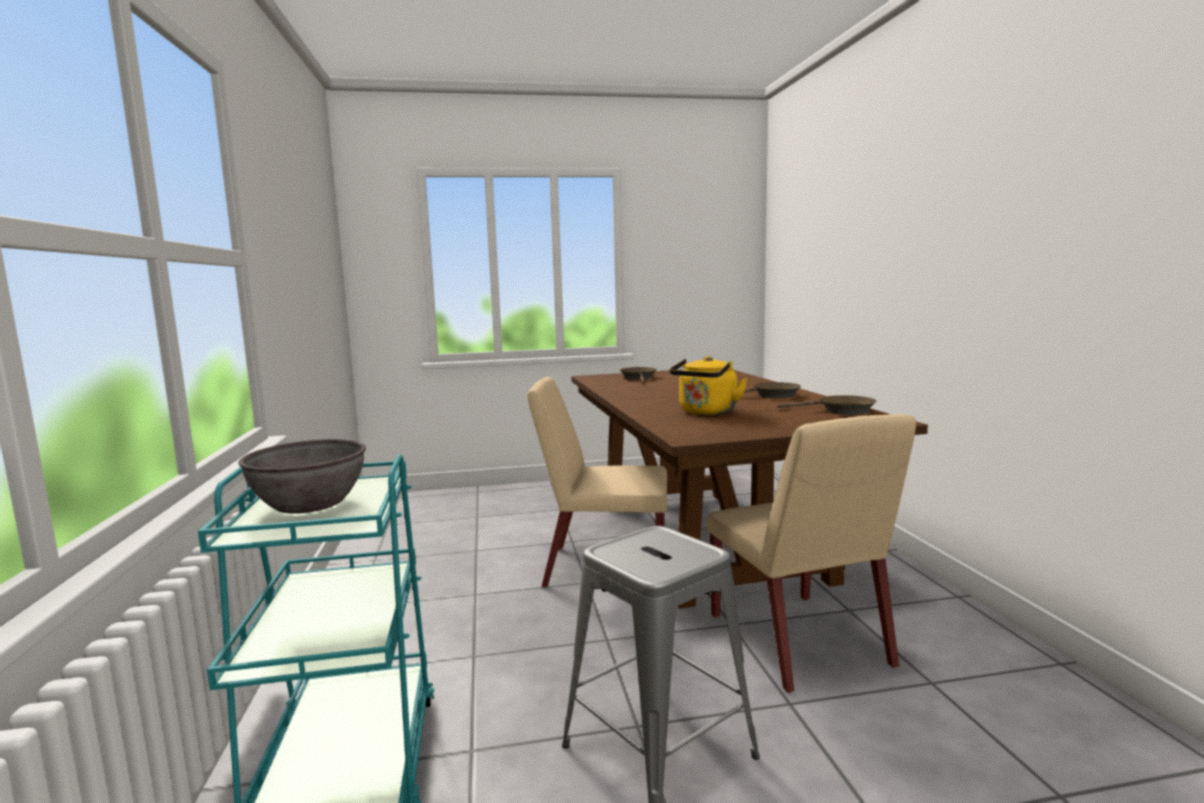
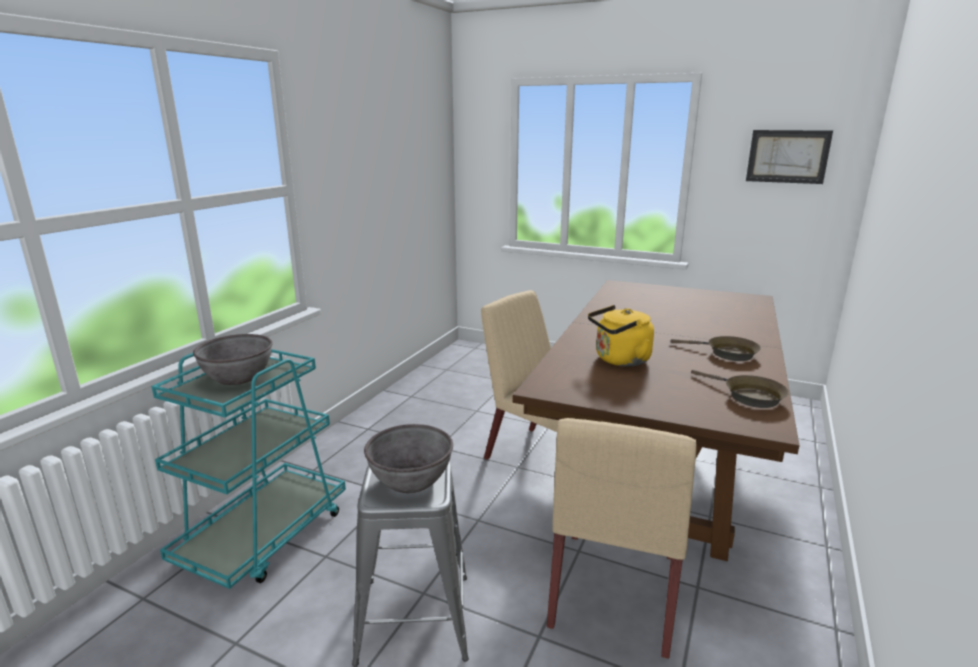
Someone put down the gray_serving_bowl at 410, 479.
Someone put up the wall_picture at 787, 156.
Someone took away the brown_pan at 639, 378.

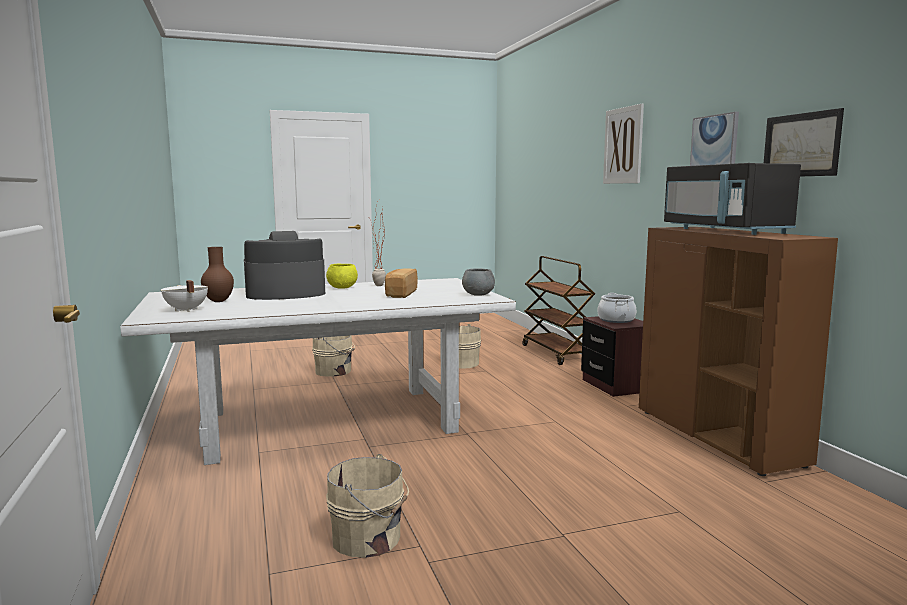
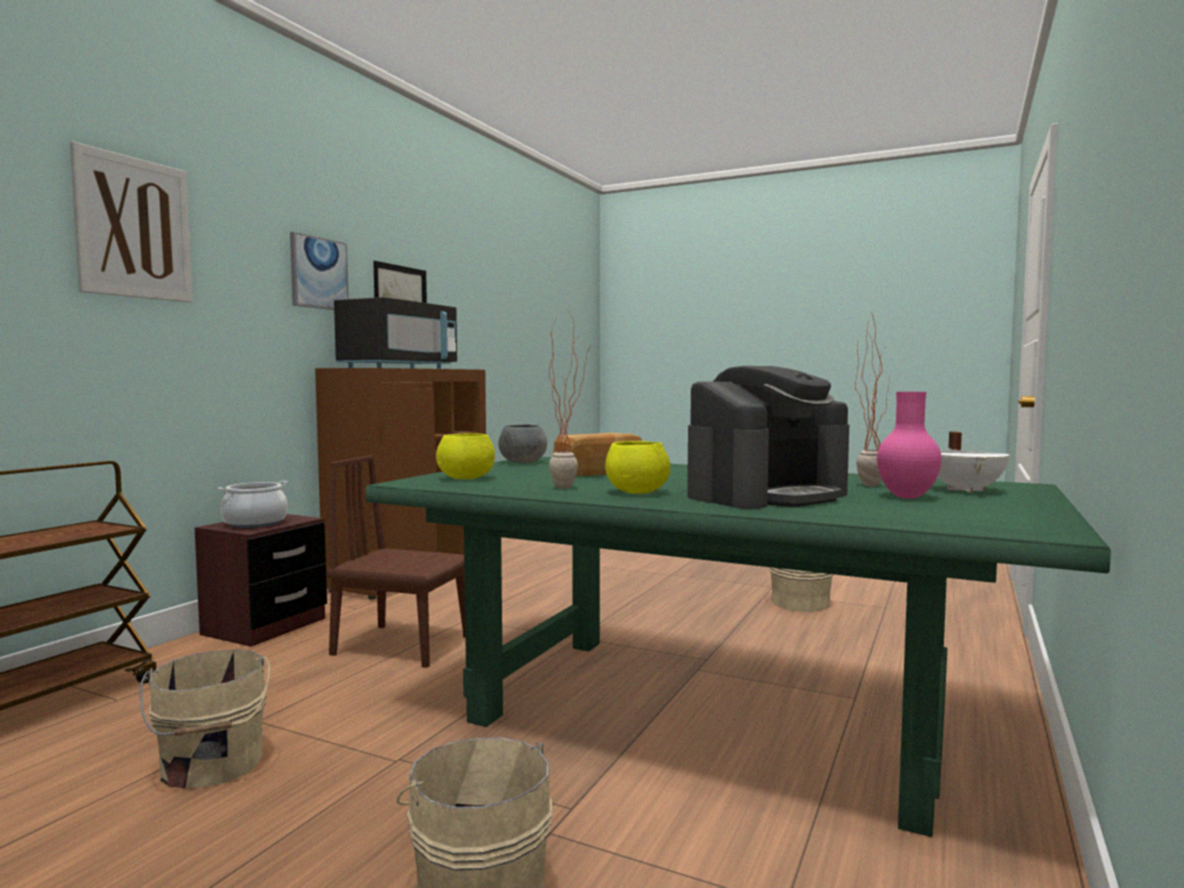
Someone put down the brown_chair at 402, 645.
Someone repainted the white-coloured_kitchen_table at 327, 421, which became the green_kitchen_table at 712, 713.
Someone put down the yellowish_serving_bowl at 466, 478.
Someone rotated the coffee_maker at 285, 294 by 60 degrees counterclockwise.
Someone put down the plant_in_a_pot at 869, 484.
Someone repainted the brown_decorative_vase at 219, 301, which became the pinkish_decorative_vase at 906, 497.

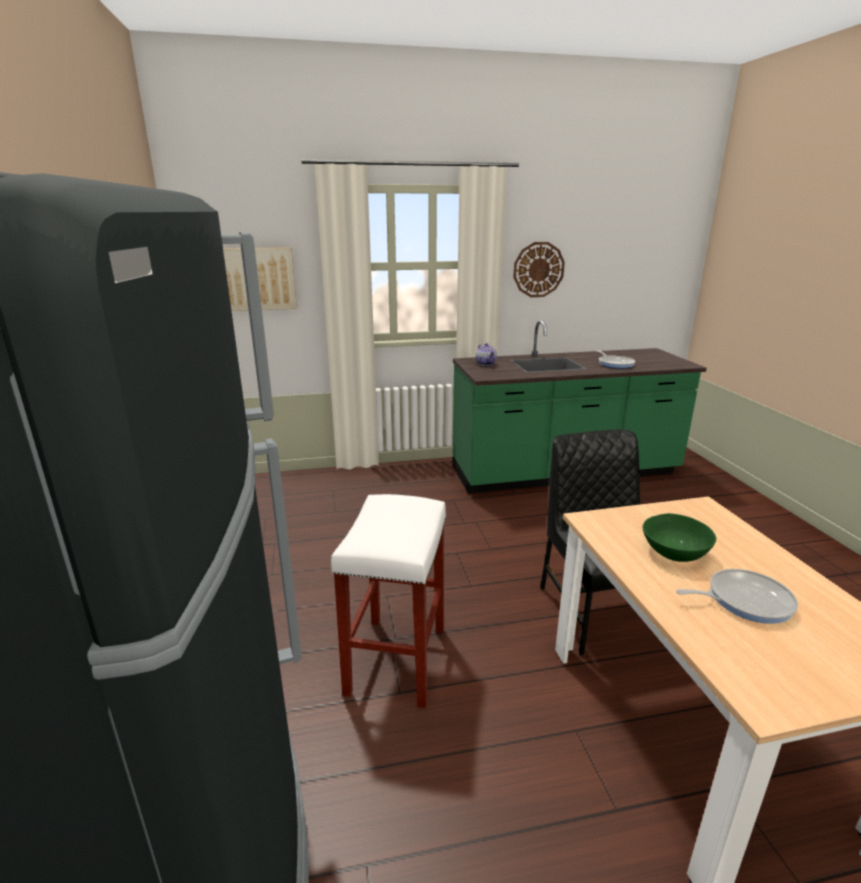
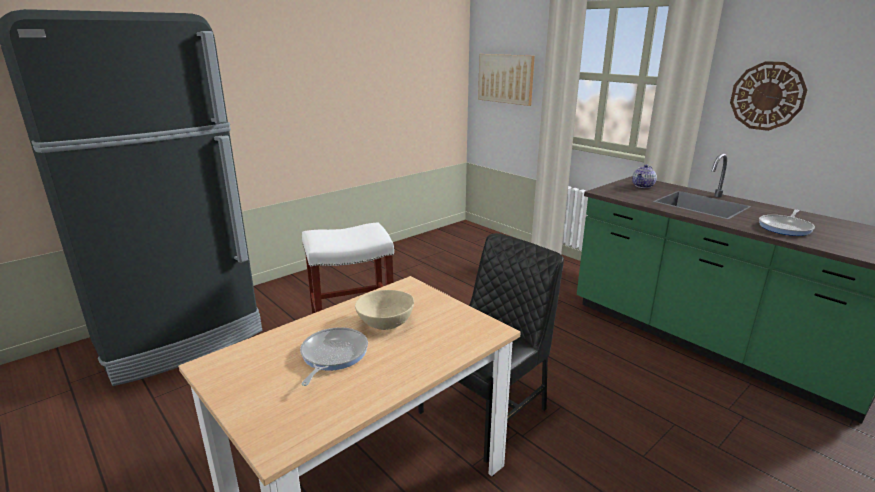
Someone rotated the pan at 744, 600 by 135 degrees counterclockwise.
Someone repainted the green_serving_bowl at 674, 553, which became the beige_serving_bowl at 385, 322.

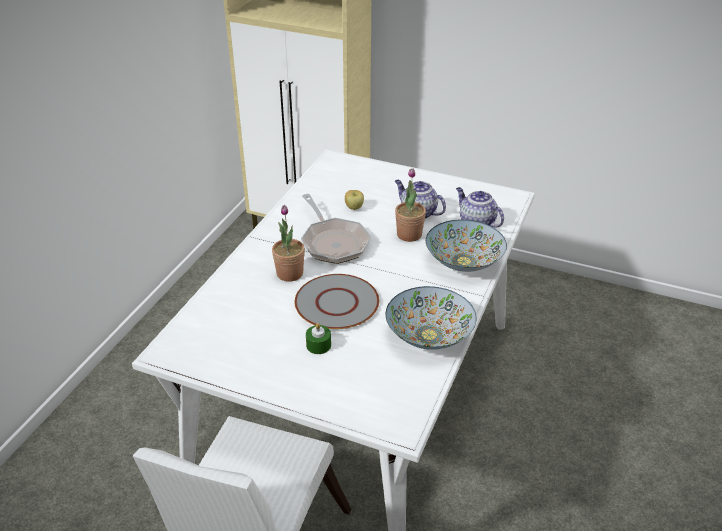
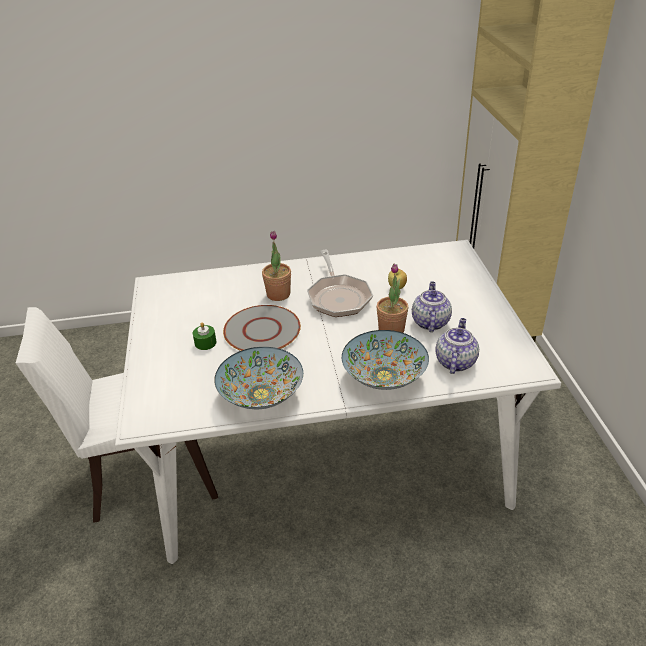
Someone rotated the pan at 333, 242 by 45 degrees counterclockwise.

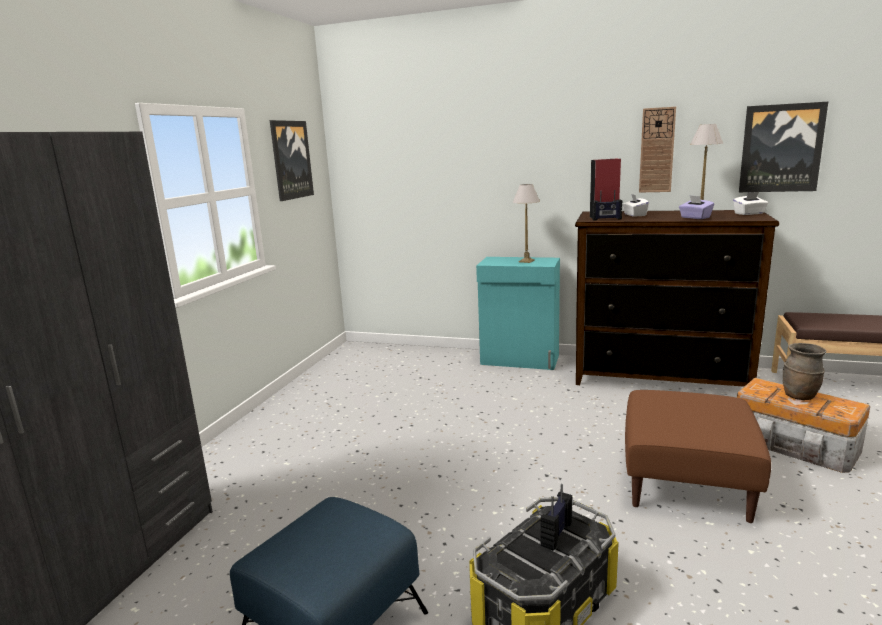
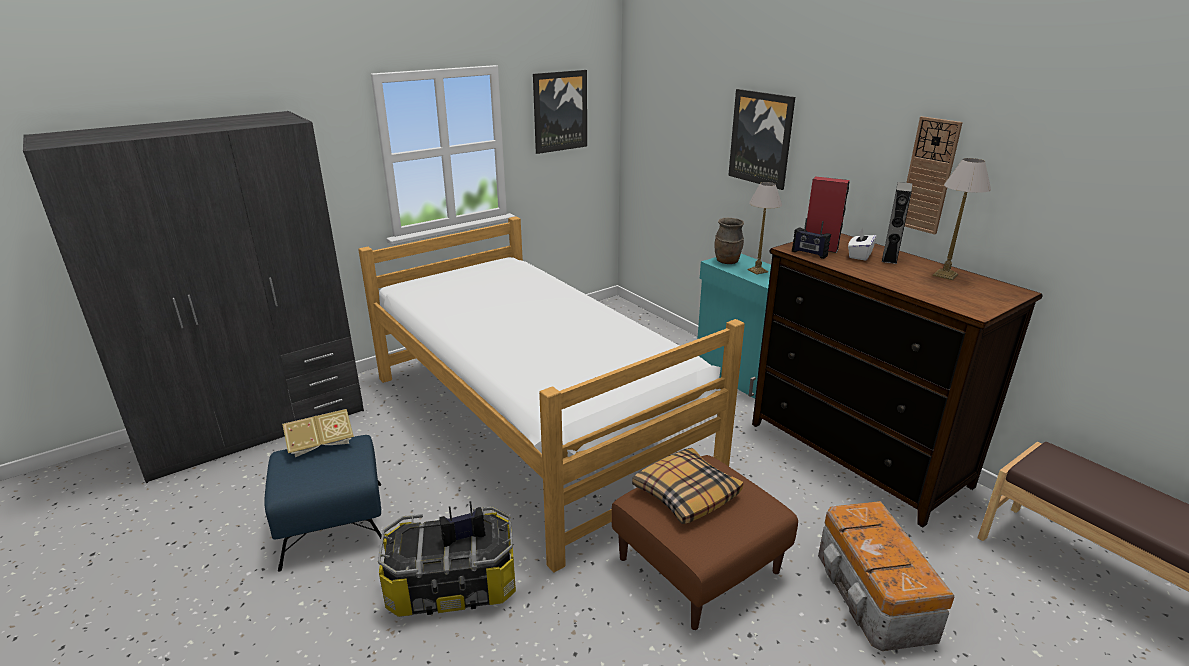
Someone put down the volume at 321, 444.
Someone put down the bed at 534, 423.
Someone put down the throw_pillow at 686, 493.
Someone carried the brown_decorative_vase from 800, 396 to 727, 262.
Someone carried the wall_picture from 781, 148 to 761, 138.
Someone put down the gray_audio_speaker at 889, 257.
Someone took away the purple-coloured_box_of_tissues at 695, 218.
Someone took away the white-coloured_box_of_tissues at 749, 213.

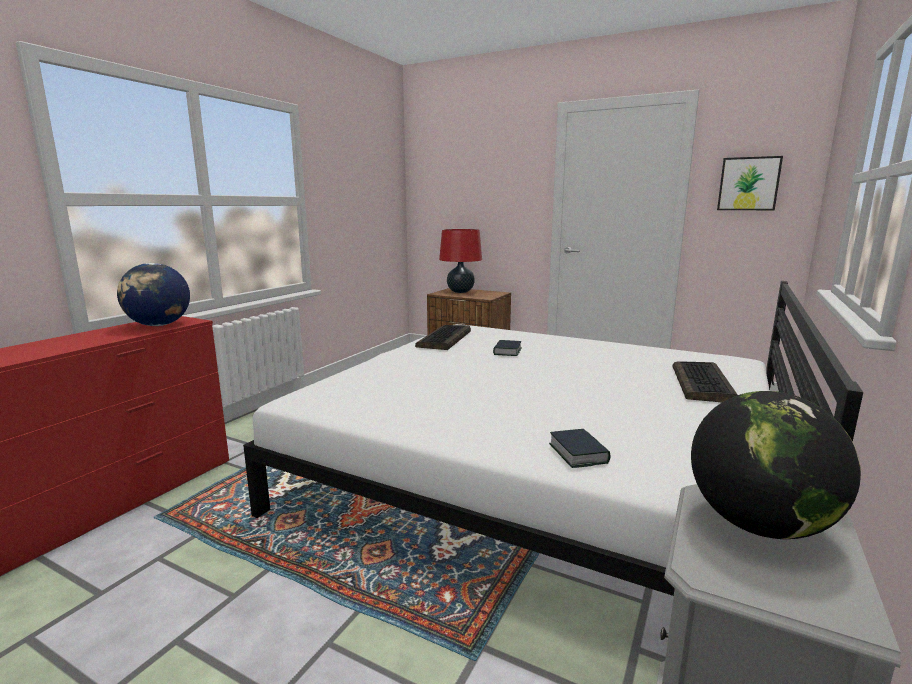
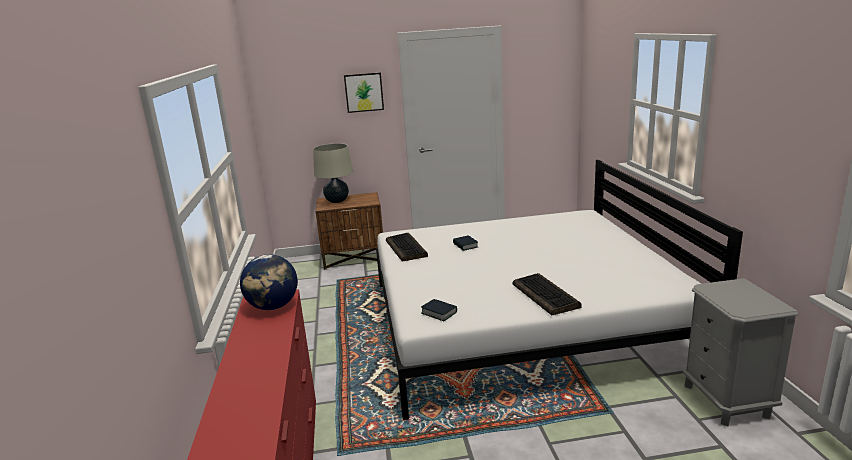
Someone repainted the red-coloured_table_lamp at 460, 291, which became the beige_table_lamp at 337, 201.
Someone carried the wall_picture from 748, 184 to 364, 92.
Someone carried the volume from 578, 453 to 439, 313.
Someone carried the PC_keyboard from 703, 384 to 546, 296.
Someone took away the globe at 758, 525.

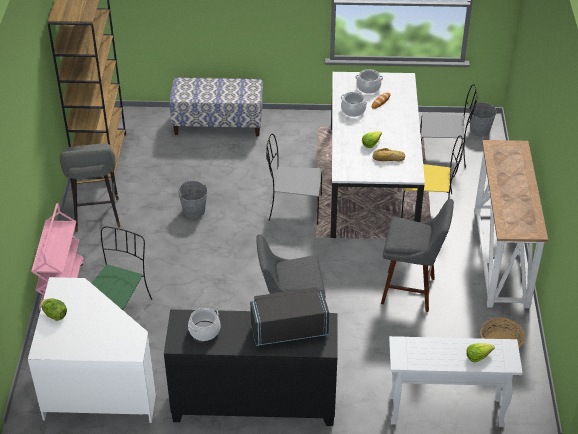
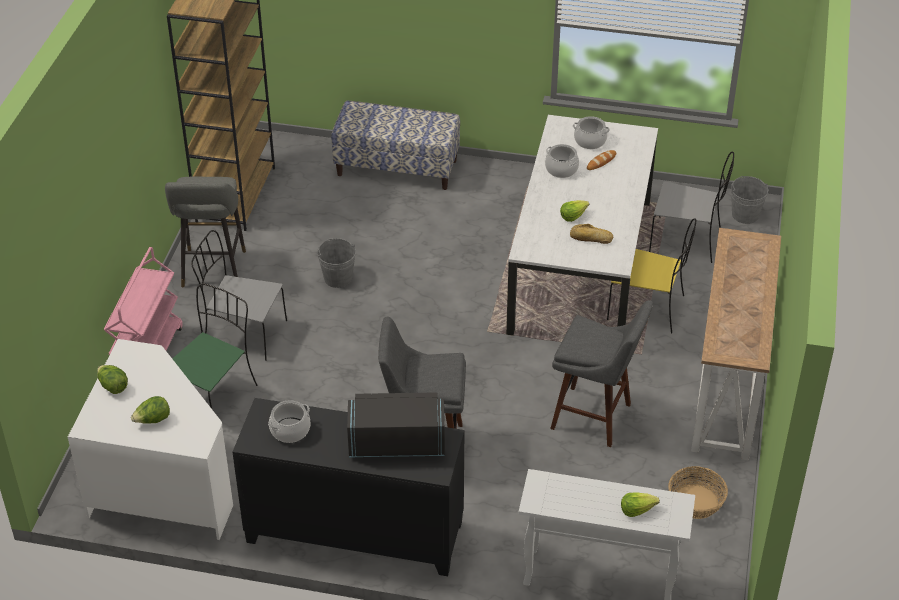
Someone put down the lettuce_head at 153, 420.
Someone carried the gray_chair from 293, 208 to 243, 333.

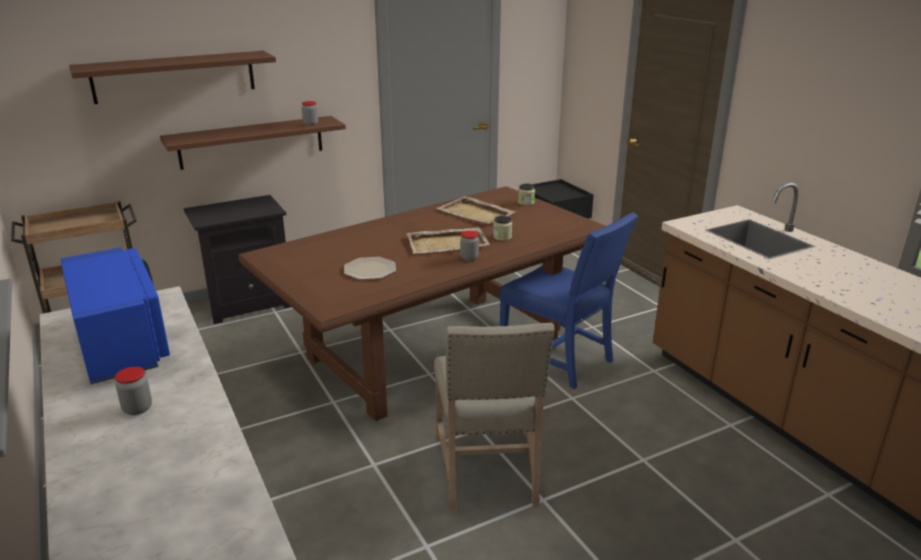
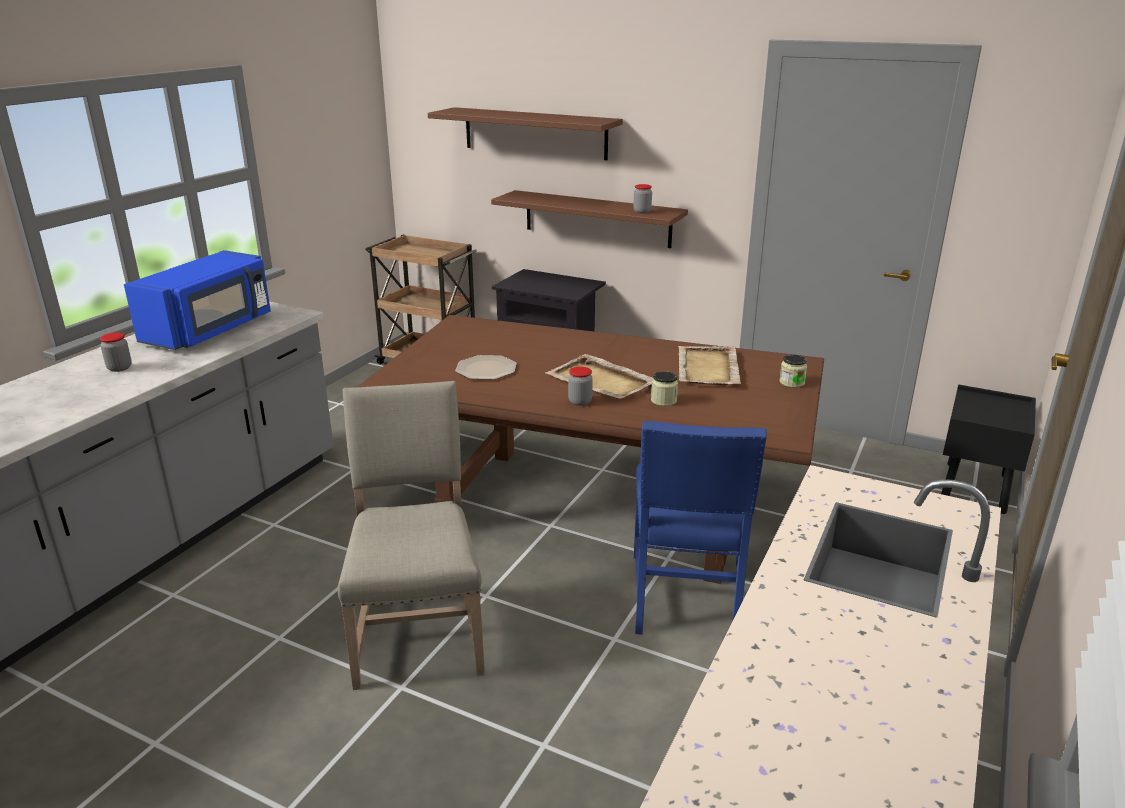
Someone rotated the beige_chair at 489, 472 by 120 degrees clockwise.

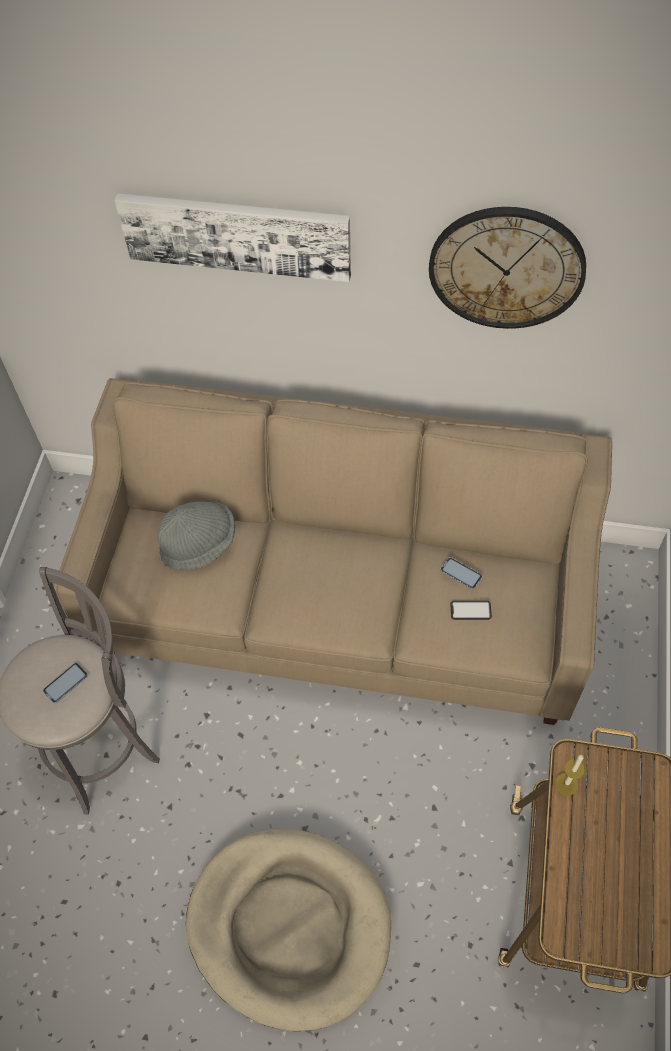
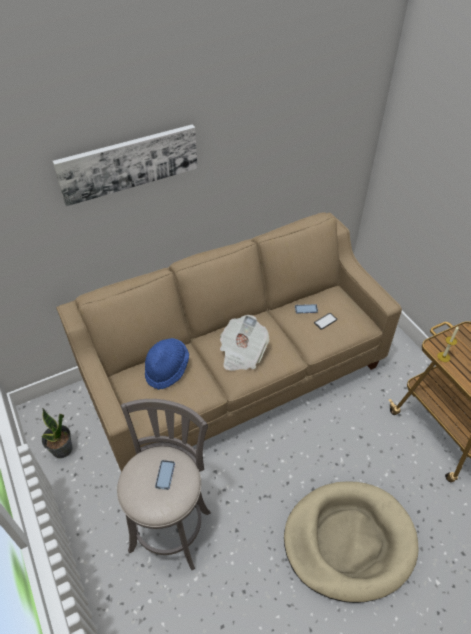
Someone put down the plant_in_a_pot at 62, 449.
Someone repainted the gray_clothing_hat at 199, 544, which became the blue_clothing_hat at 167, 369.
Someone put down the newspaper at 242, 353.
Someone took away the clock_on_the_wall at 506, 268.

